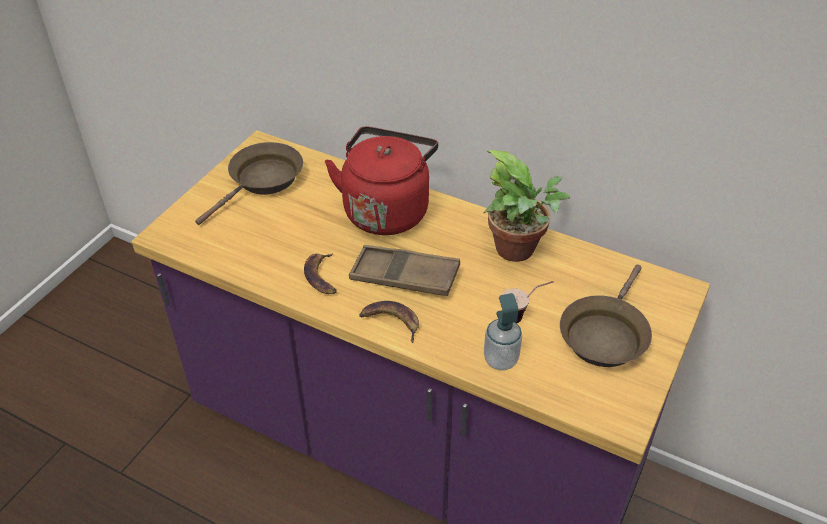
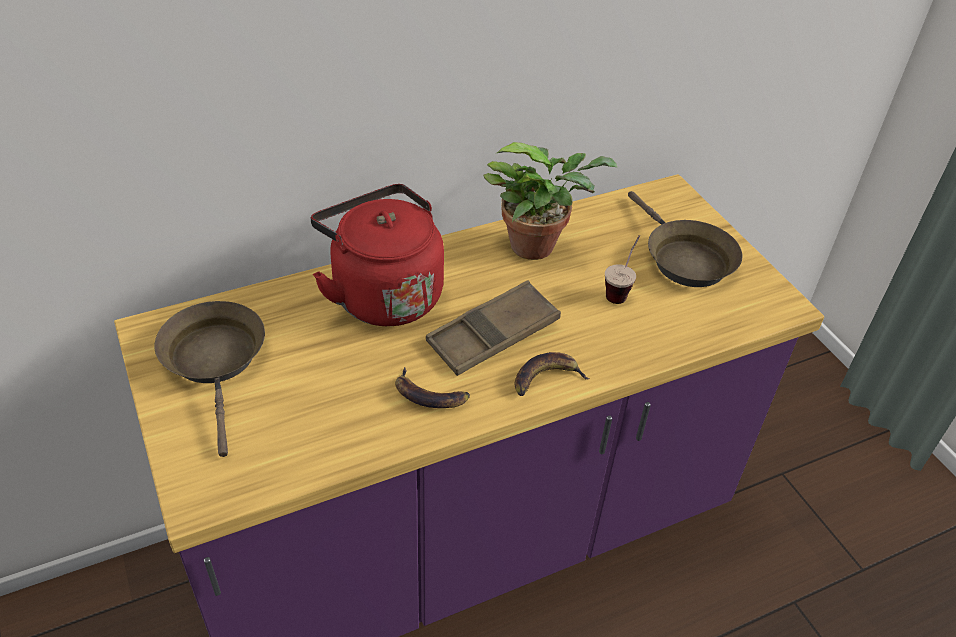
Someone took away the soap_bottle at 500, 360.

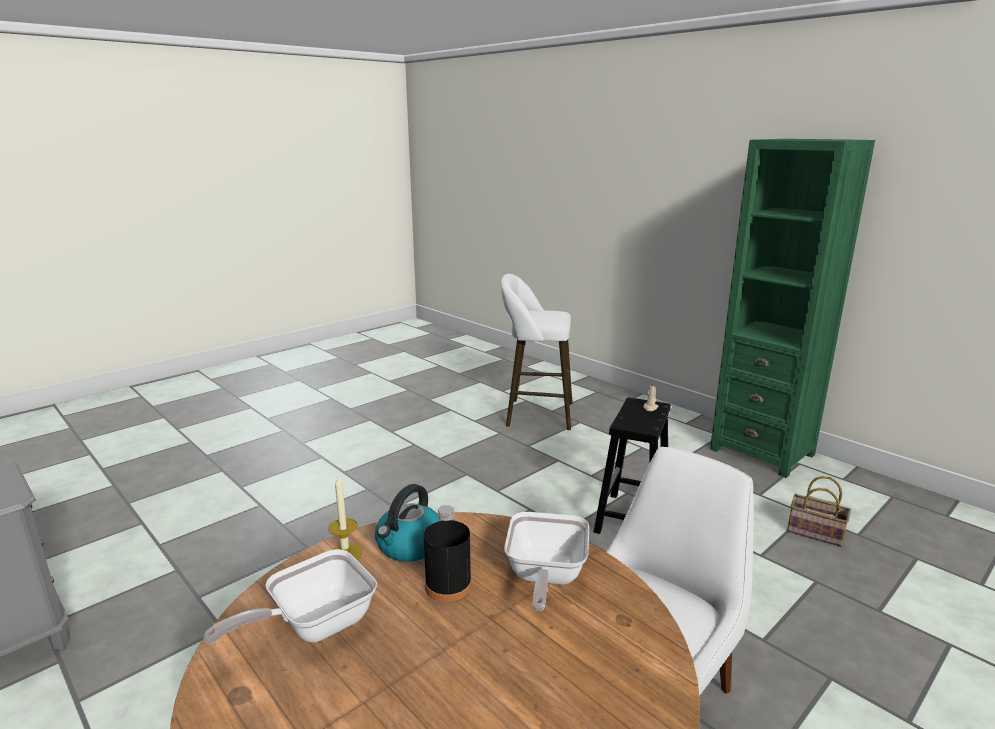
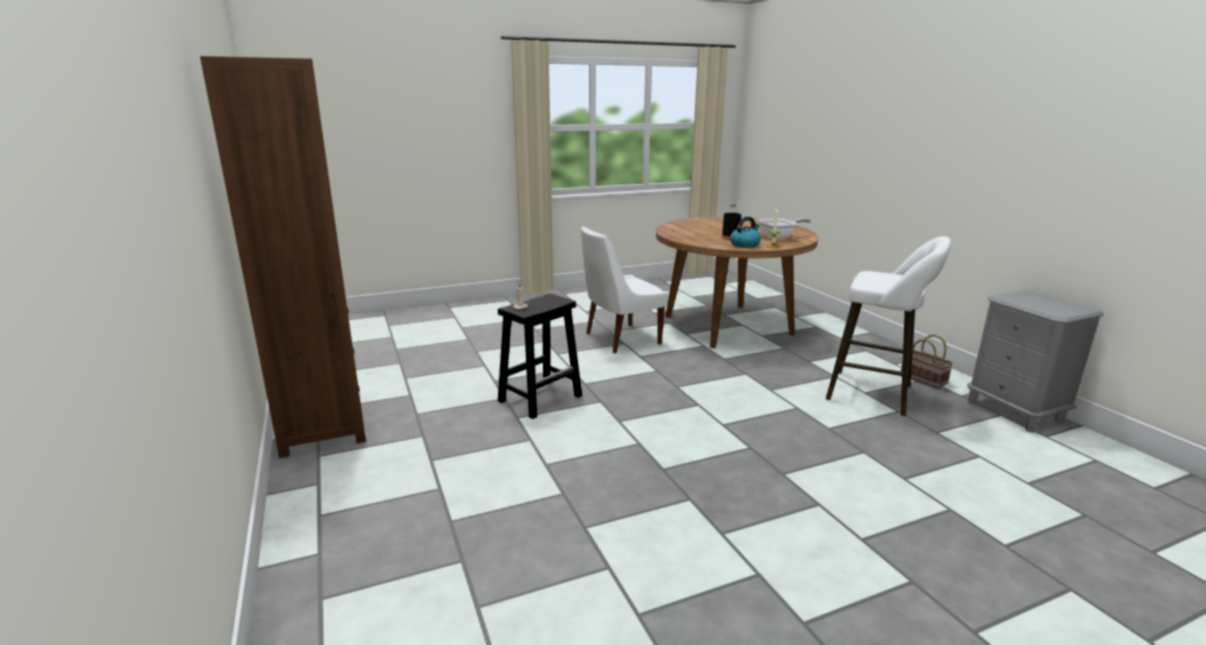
Someone repainted the green_bookshelf at 762, 452, which became the brown_bookshelf at 322, 427.
Someone carried the white-coloured_sitting_stool from 535, 414 to 875, 393.
Someone carried the basket from 813, 532 to 925, 379.
Someone took away the pan at 544, 577.

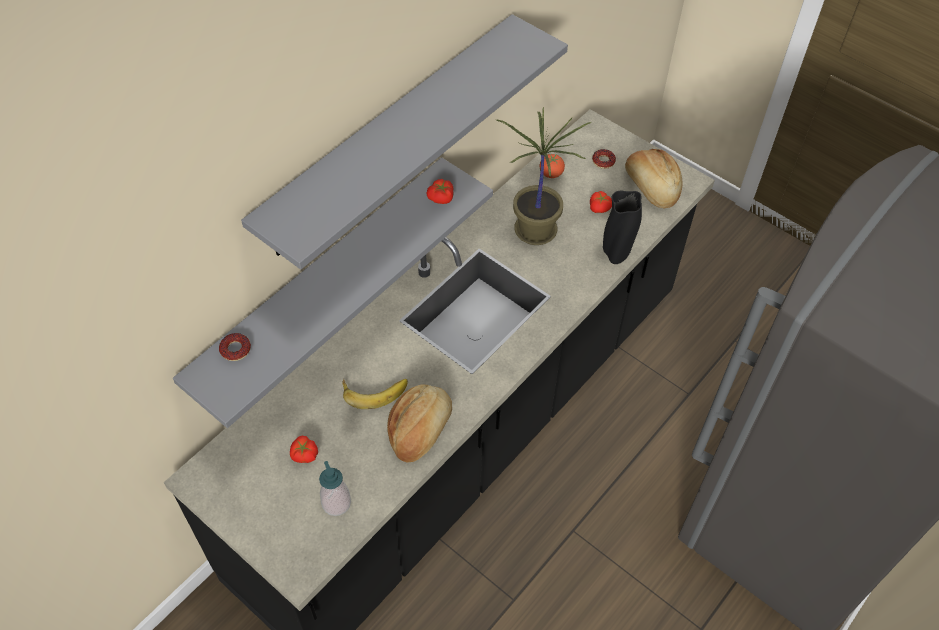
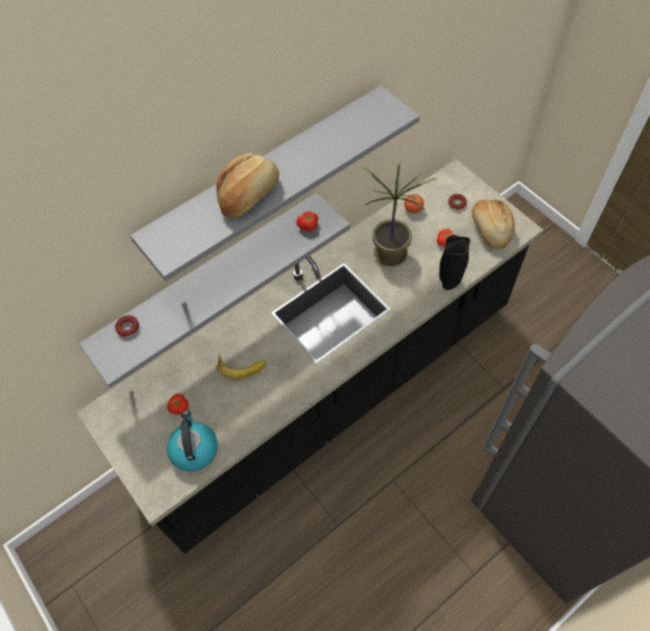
Someone swapped the soap_bottle at 336, 503 for the kettle at 194, 449.
Someone carried the bread from 420, 429 to 249, 195.

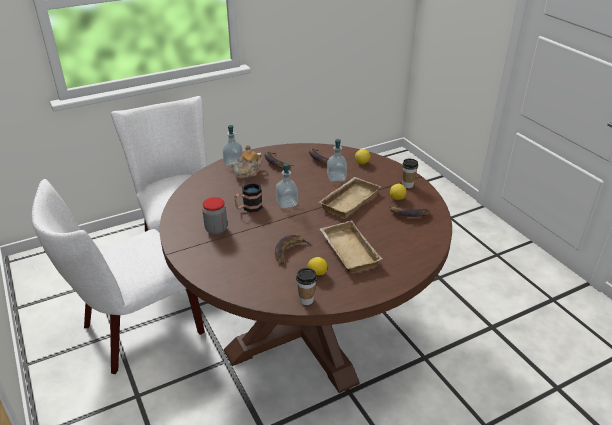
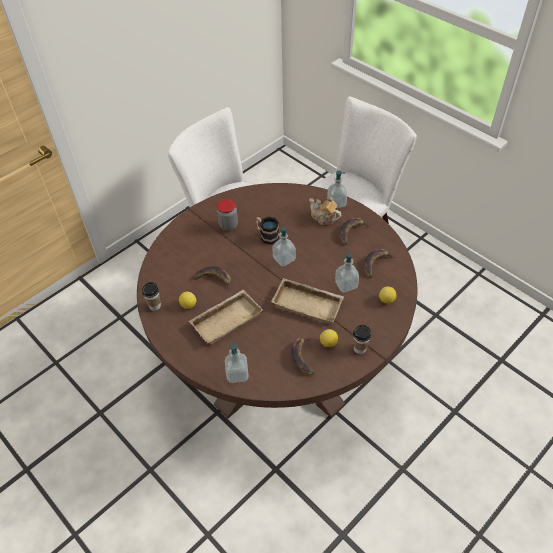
Someone put down the soap_bottle at 237, 374.

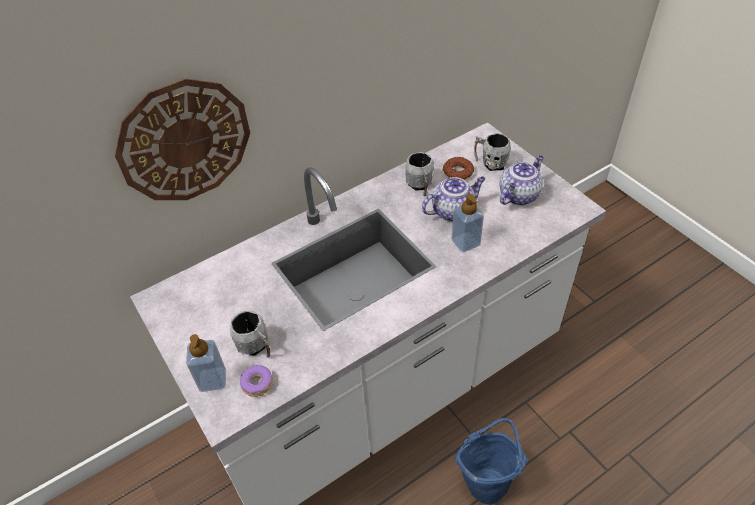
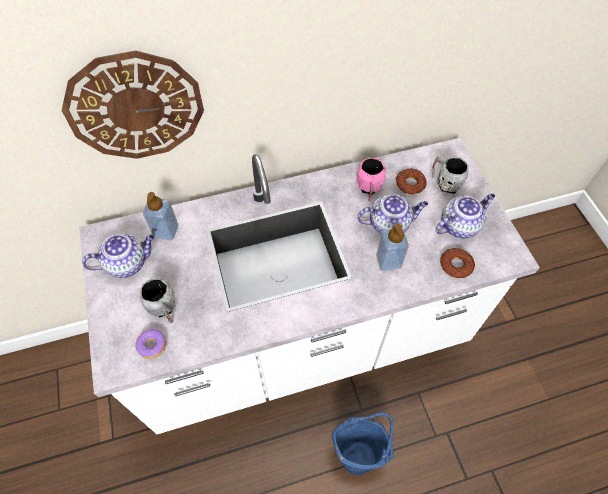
Someone put down the teapot at 128, 263.
Someone carried the soap_bottle from 212, 379 to 166, 231.
Someone repainted the gray_tea_mug at 420, 186, which became the pinkish_tea_mug at 369, 189.
Someone put down the donut at 456, 265.

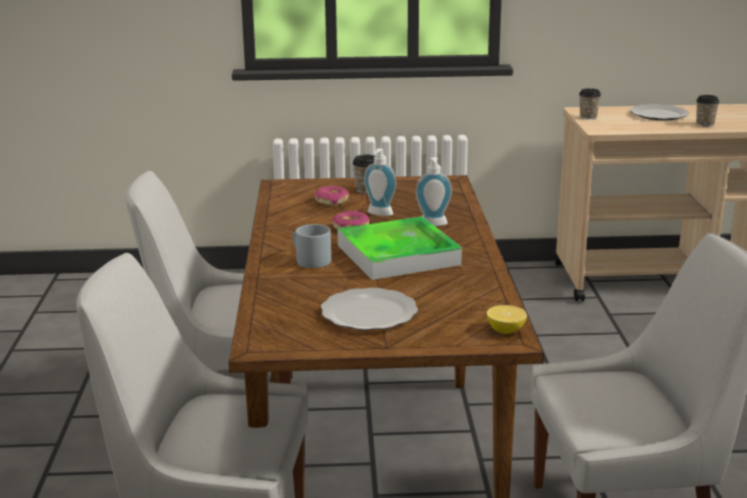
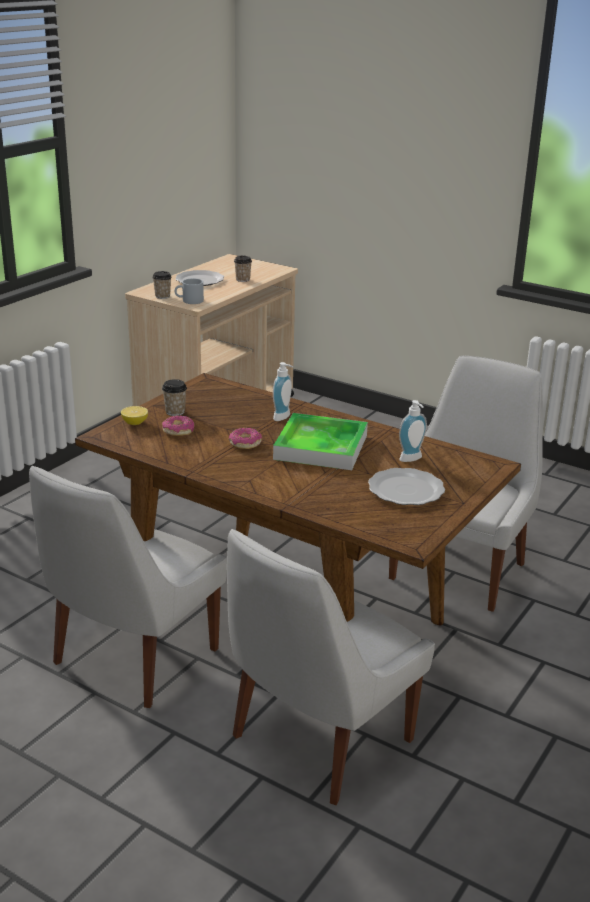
Someone carried the lemon from 506, 330 to 135, 423.
Someone carried the gray_tea_mug from 309, 260 to 189, 301.
Someone carried the soap_bottle from 378, 214 to 412, 459.

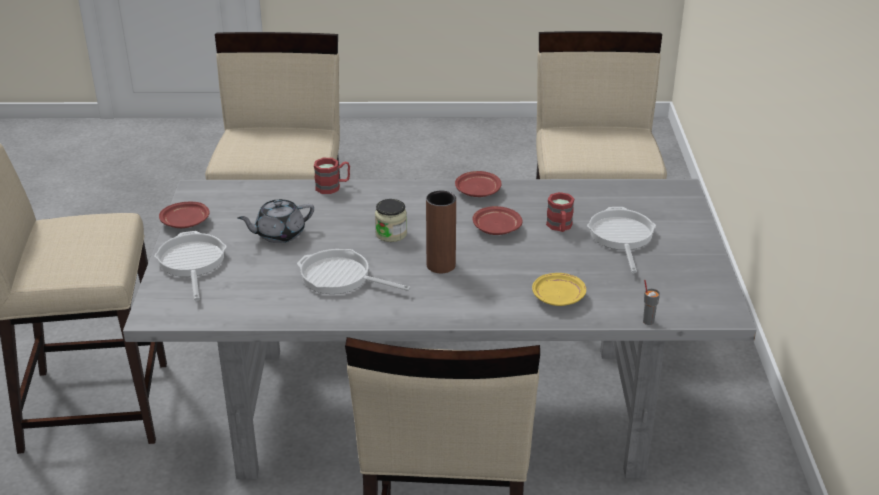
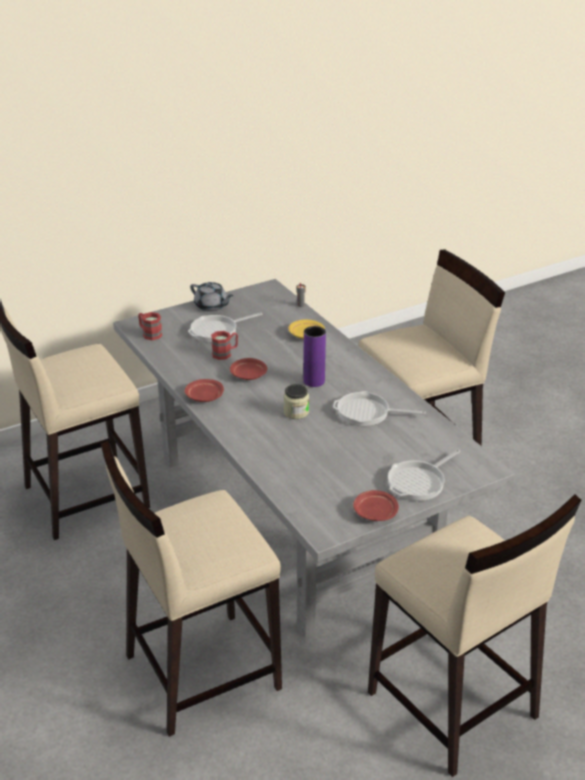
Someone carried the red-coloured_tea_mug from 333, 187 to 149, 334.
Someone carried the gray_teapot from 279, 234 to 211, 306.
Someone repainted the brown_decorative_vase at 441, 265, which became the purple-coloured_decorative_vase at 314, 381.
Someone rotated the pan at 340, 277 by 105 degrees clockwise.

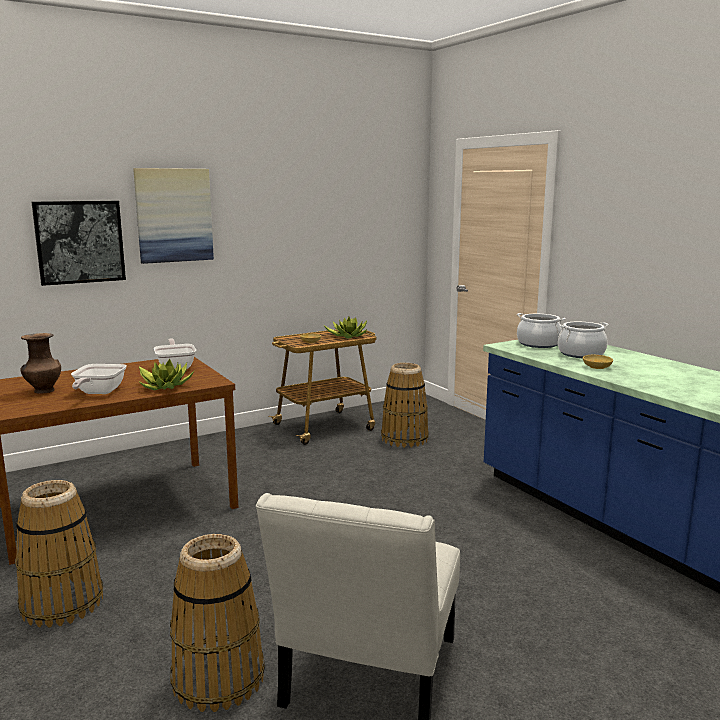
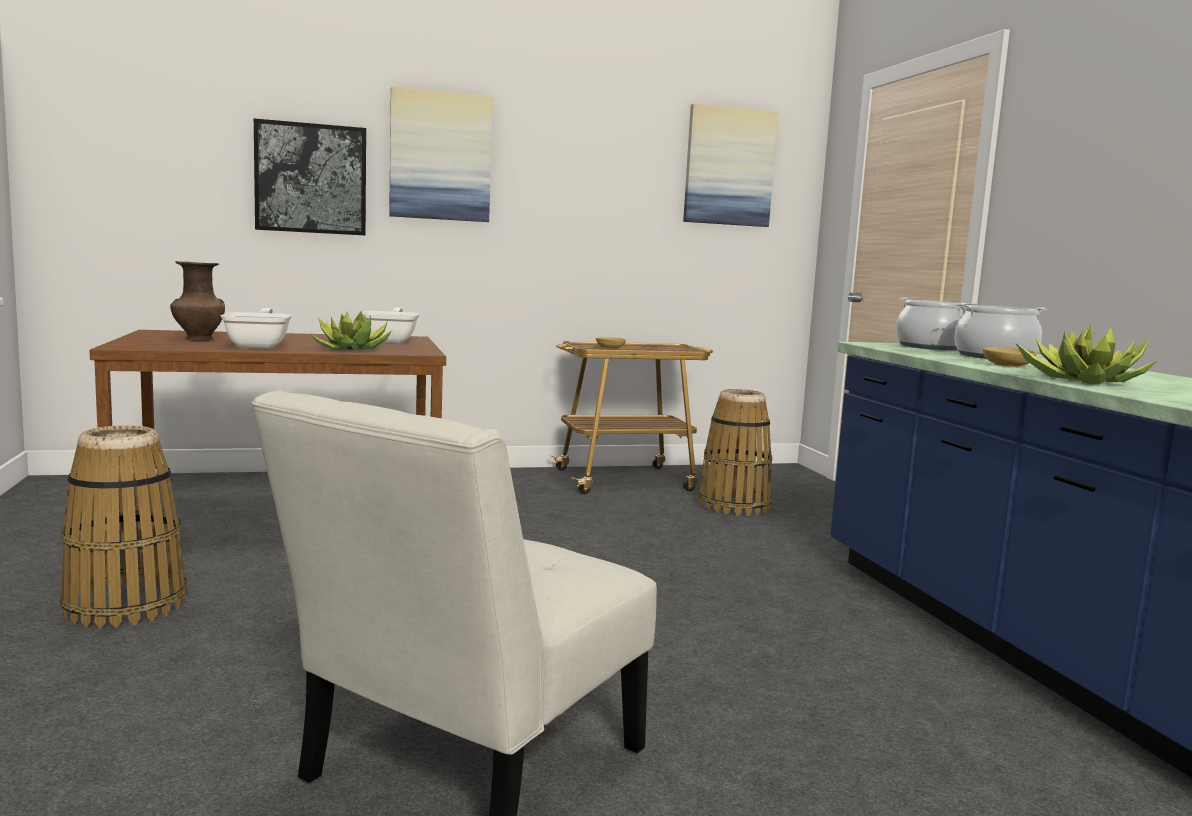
Someone rotated the pan at 98, 393 by 150 degrees clockwise.
Someone put up the wall_picture at 729, 167.
Someone carried the plant_in_a_pot from 347, 336 to 1081, 380.
Someone took away the basket at 218, 678.

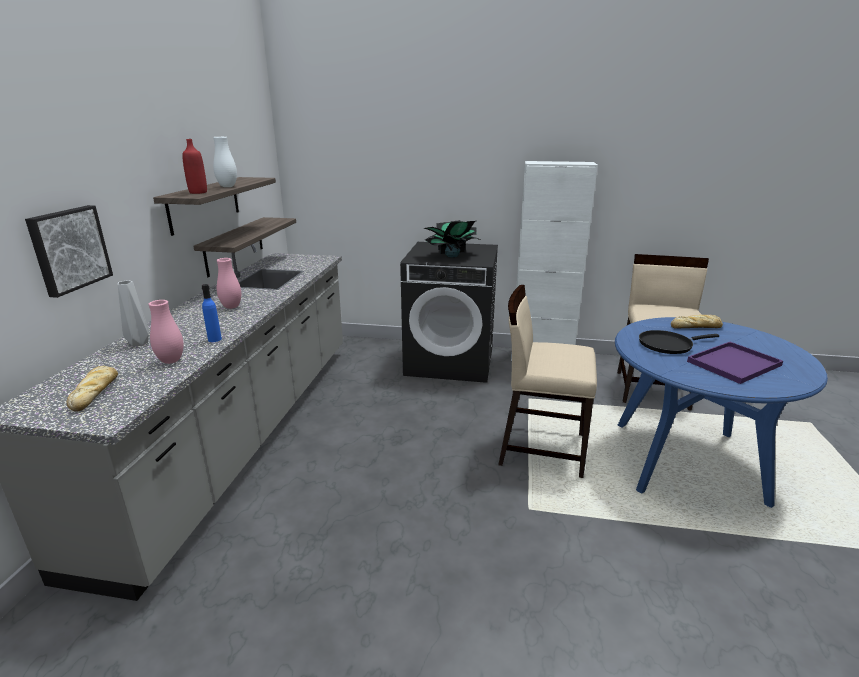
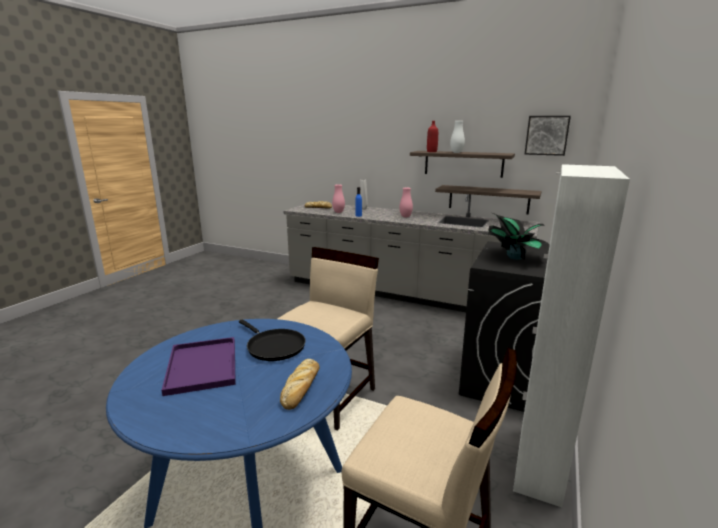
Someone rotated the blackish_pan at 668, 345 by 135 degrees clockwise.
Someone carried the wall_picture from 69, 249 to 547, 135.

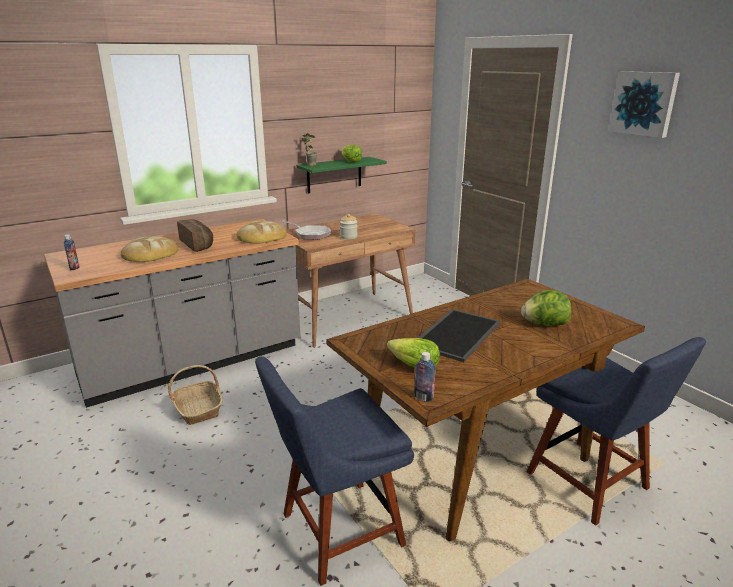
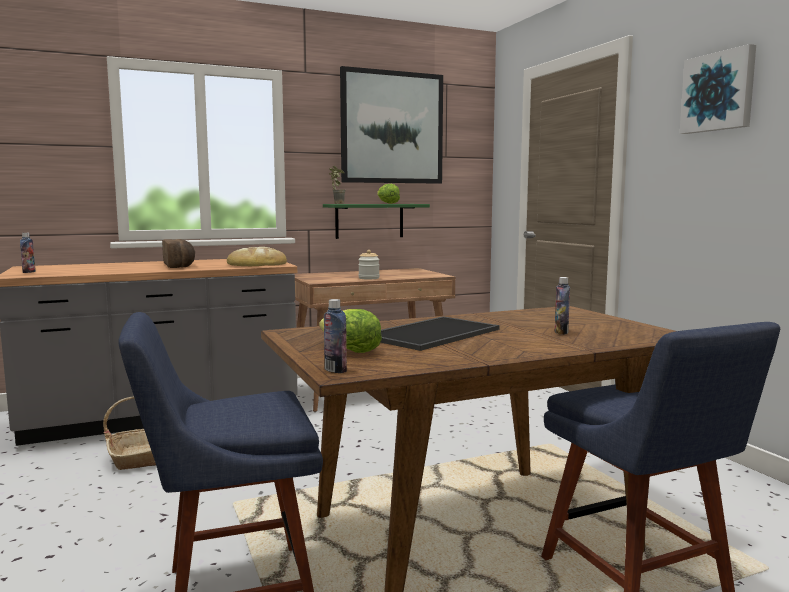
Someone put up the wall_picture at 392, 128.
Someone swapped the lettuce_head at 544, 324 for the bottle at 561, 332.
Someone took away the bread at 149, 254.
Someone took away the pan at 310, 234.

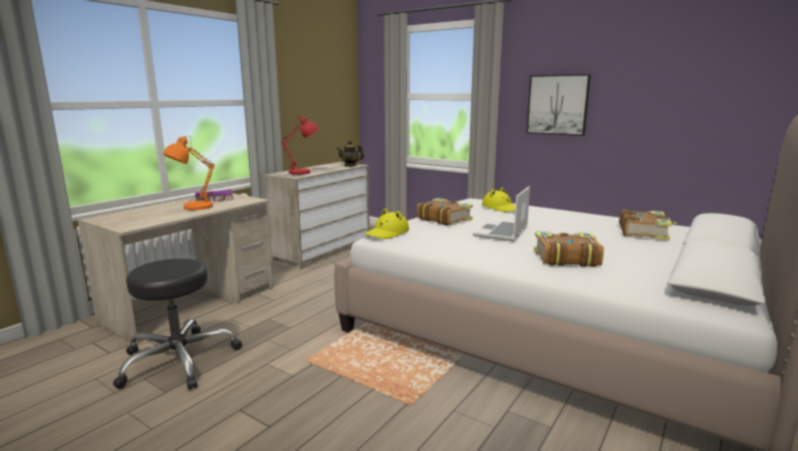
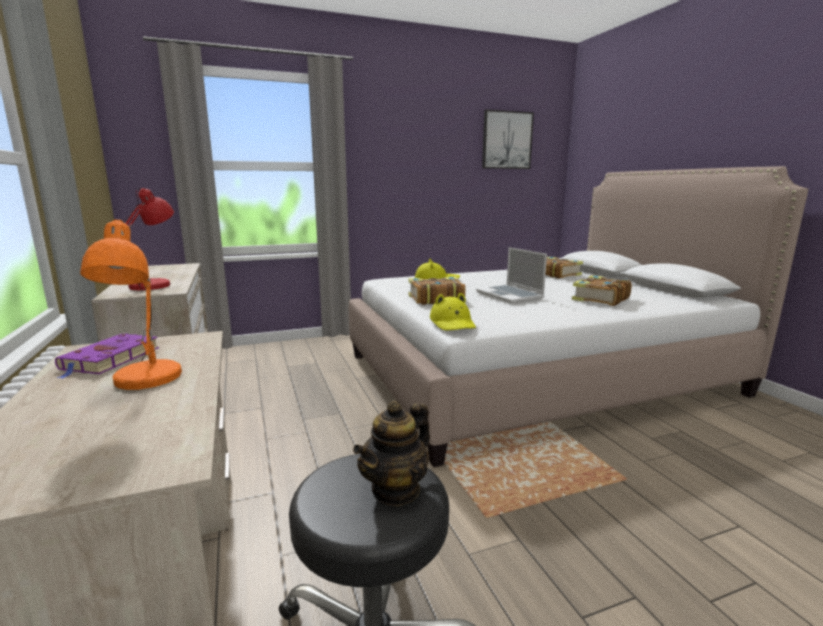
Someone carried the teapot from 350, 165 to 396, 489.
Someone carried the wall_picture from 557, 105 to 506, 140.

